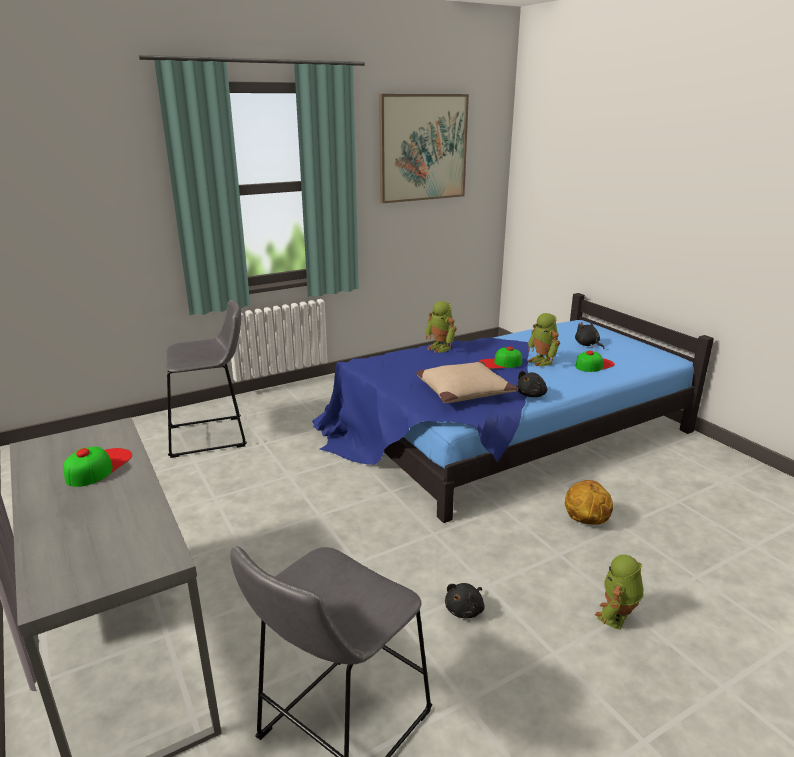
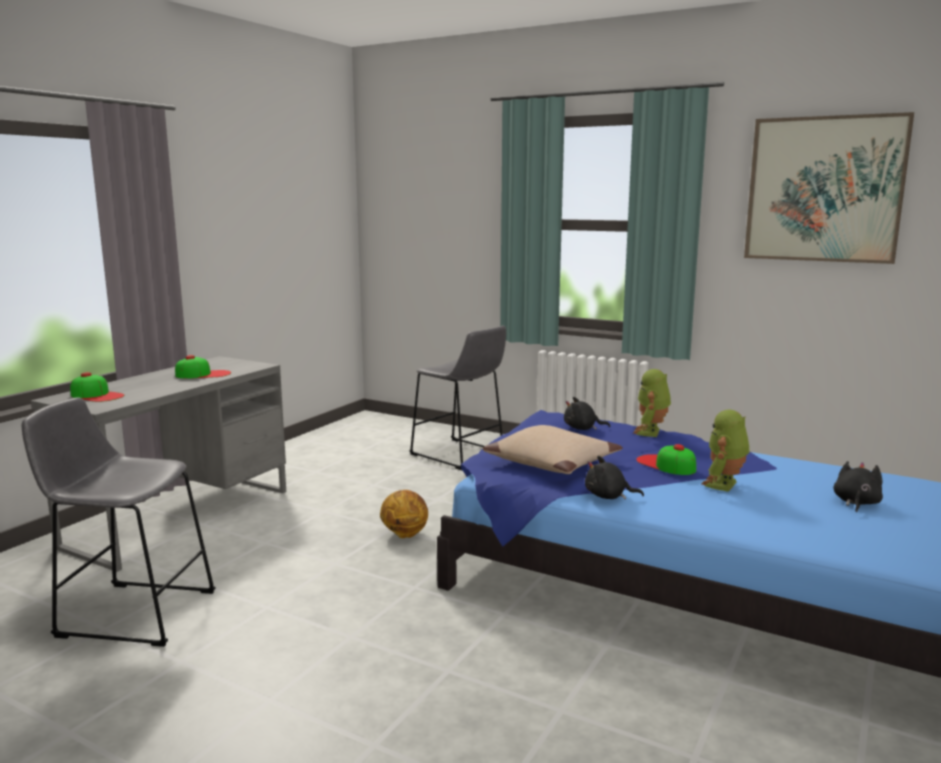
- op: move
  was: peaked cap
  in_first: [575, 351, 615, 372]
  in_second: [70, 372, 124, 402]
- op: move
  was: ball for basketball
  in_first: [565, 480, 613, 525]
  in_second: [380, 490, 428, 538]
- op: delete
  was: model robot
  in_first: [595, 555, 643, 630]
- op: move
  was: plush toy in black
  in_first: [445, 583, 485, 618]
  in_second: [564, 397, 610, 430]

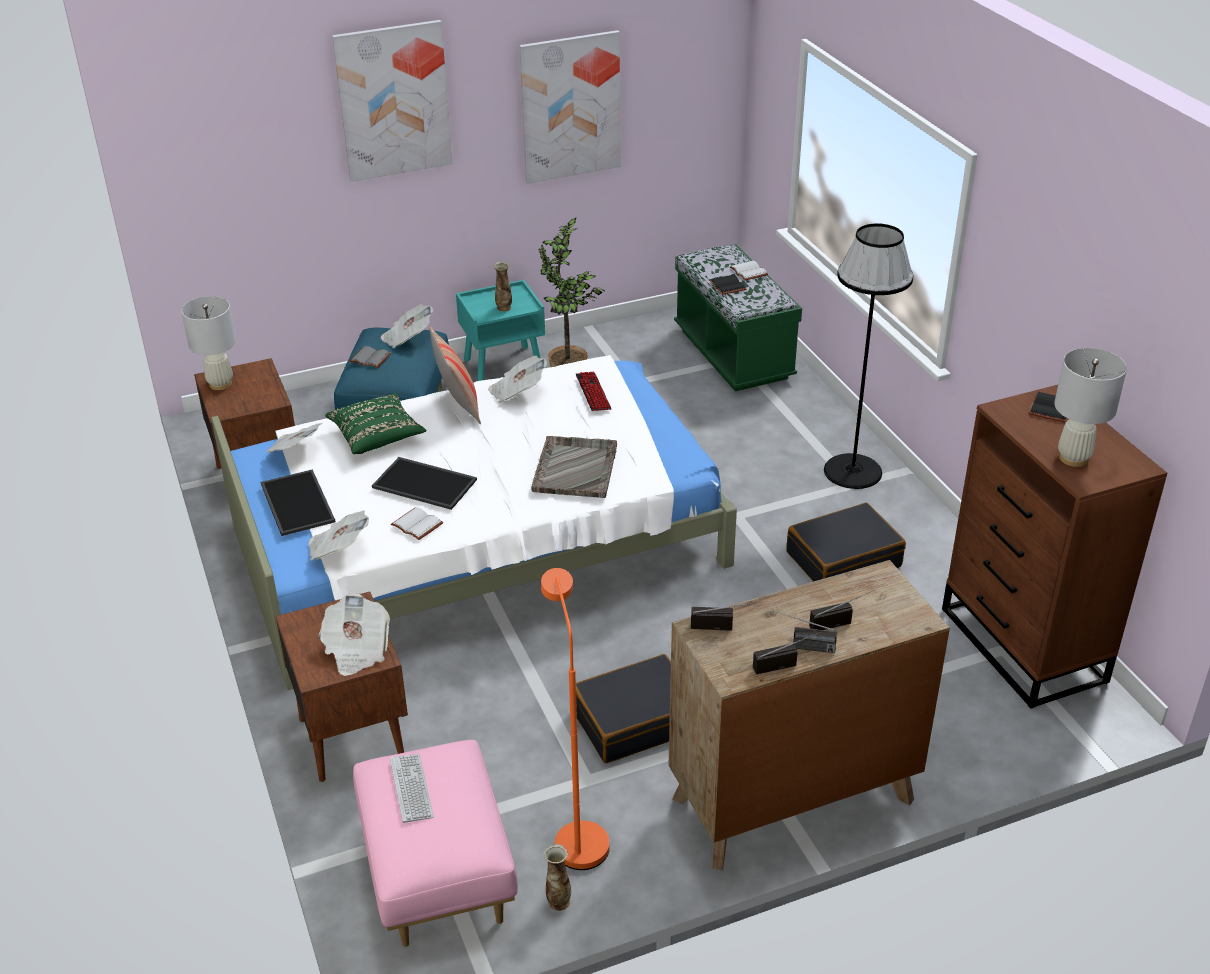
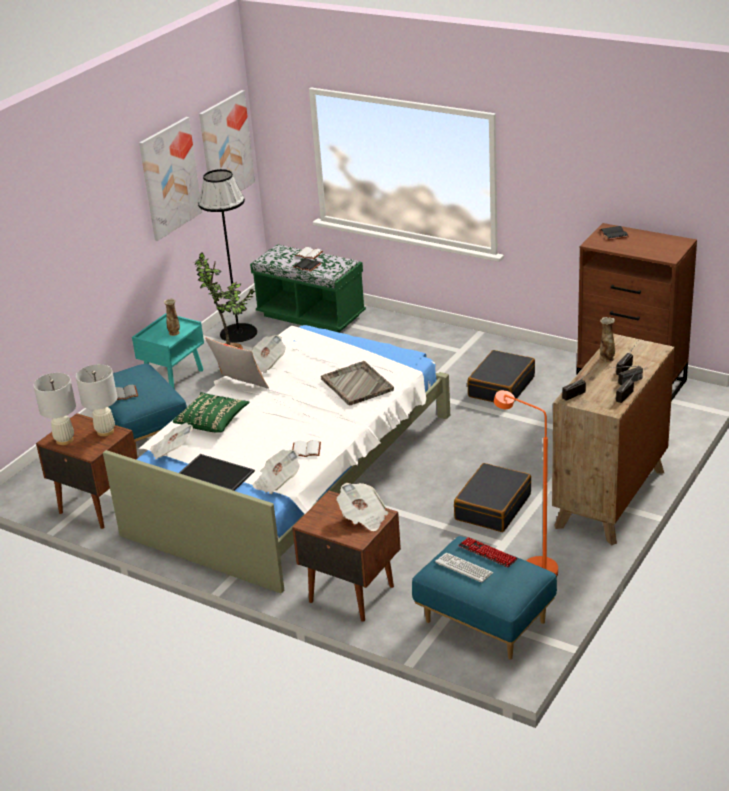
- op: move
  was: wall picture
  in_first: [332, 20, 453, 182]
  in_second: [199, 90, 255, 191]
- op: move
  was: standard lamp in black
  in_first: [824, 223, 914, 489]
  in_second: [198, 169, 257, 343]
- op: delete
  was: daily paper
  in_first: [380, 304, 433, 348]
- op: move
  was: table lamp in whitish
  in_first: [1054, 348, 1127, 467]
  in_second: [76, 364, 117, 436]
- op: move
  was: PC keyboard
  in_first: [576, 371, 611, 411]
  in_second: [458, 537, 518, 567]
- op: delete
  was: tray
  in_first: [372, 457, 477, 510]
- op: recolor
  was: ottoman in pink-coloured
  now: ottoman in blue-coloured
  in_first: [353, 740, 518, 947]
  in_second: [412, 536, 557, 659]
- op: move
  was: decorative vase
  in_first: [544, 844, 571, 911]
  in_second: [600, 317, 615, 362]

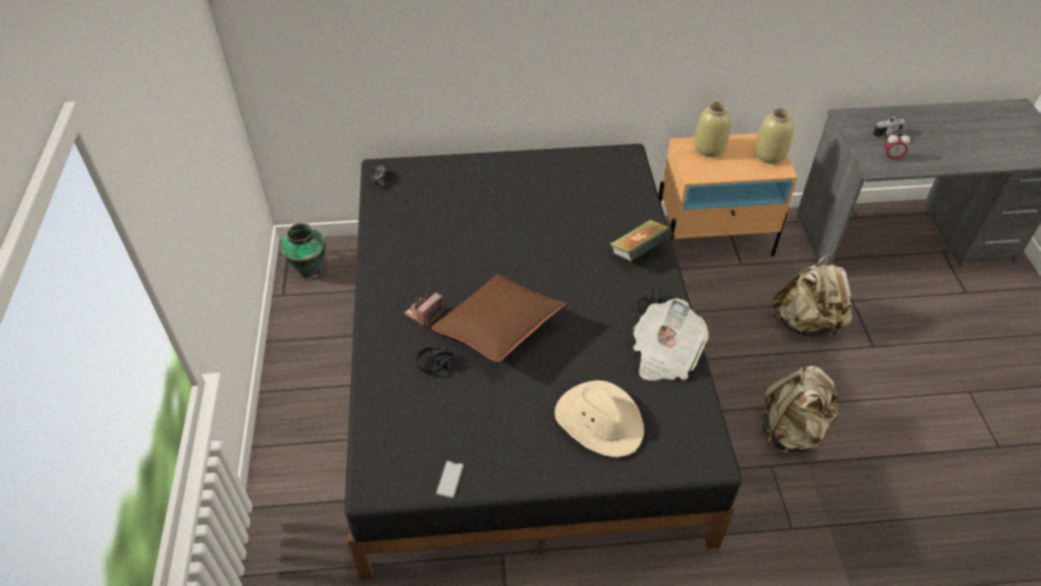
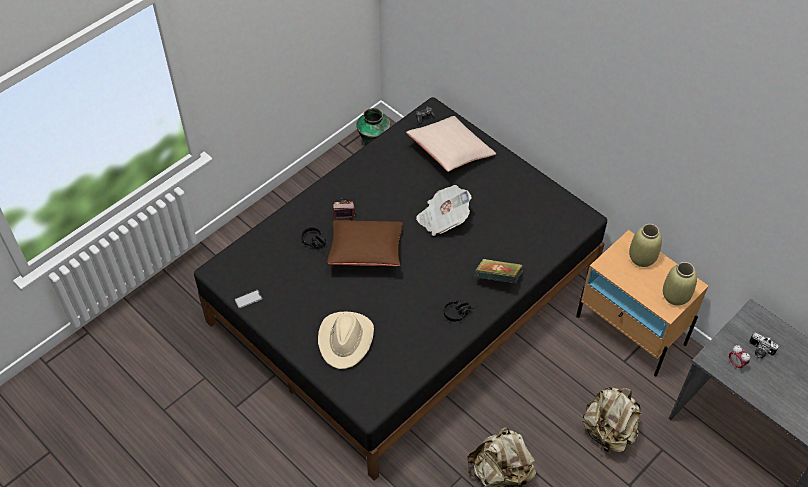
- op: move
  was: daily paper
  in_first: [633, 298, 709, 380]
  in_second: [416, 185, 472, 236]
- op: insert
  now: throw pillow in sand-coloured
  in_second: [406, 116, 496, 172]

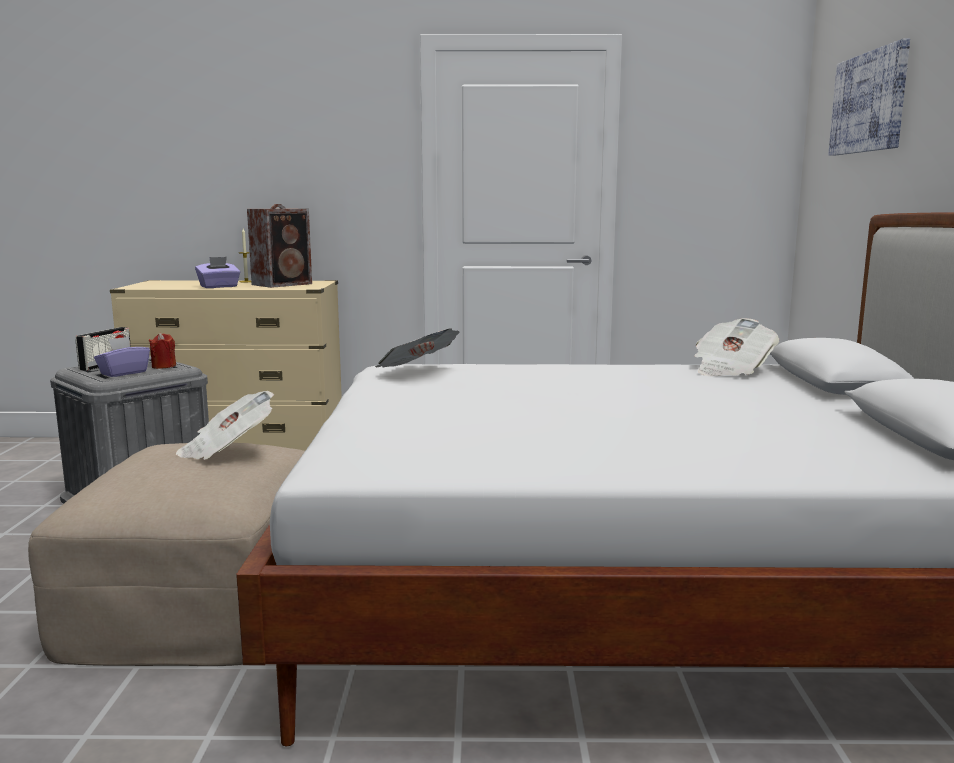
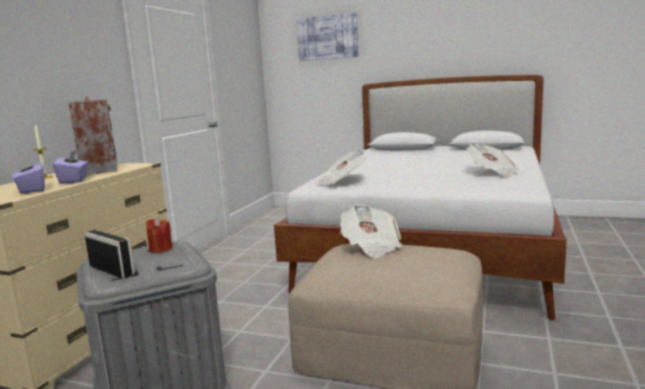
- op: move
  was: daily paper
  in_first: [695, 318, 779, 376]
  in_second: [467, 143, 519, 177]
- op: move
  was: box of tissues in purplish
  in_first: [94, 337, 150, 377]
  in_second: [12, 158, 45, 194]

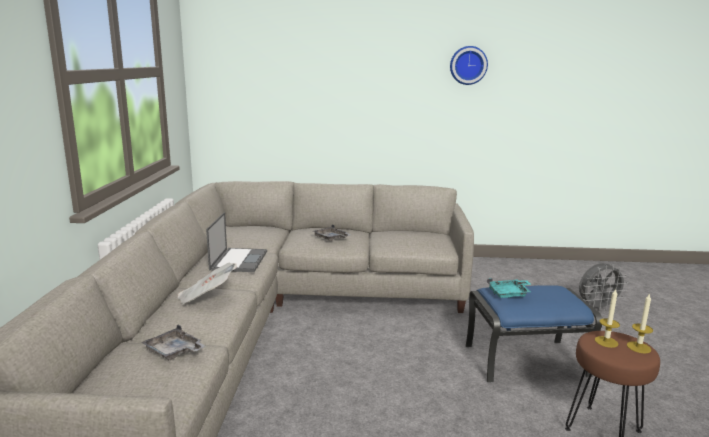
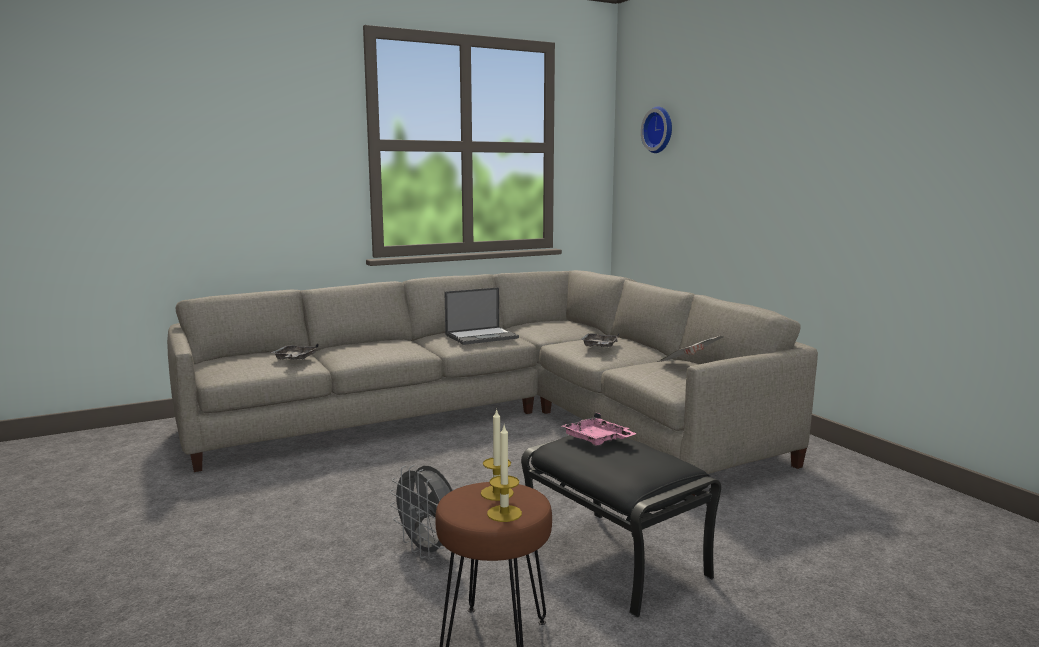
- op: move
  was: clock on the wall
  in_first: [450, 46, 488, 85]
  in_second: [641, 107, 672, 153]
- op: move
  was: daily paper
  in_first: [177, 262, 237, 305]
  in_second: [657, 336, 724, 362]
- op: move
  was: fan in grey
  in_first: [579, 263, 628, 311]
  in_second: [390, 465, 453, 559]
- op: recolor
  was: tray in turquoise
  now: tray in pink-coloured
  in_first: [487, 278, 532, 298]
  in_second: [562, 413, 637, 446]
- op: recolor
  was: ottoman in blue-coloured
  now: ottoman in black
  in_first: [466, 285, 602, 383]
  in_second: [521, 435, 721, 618]

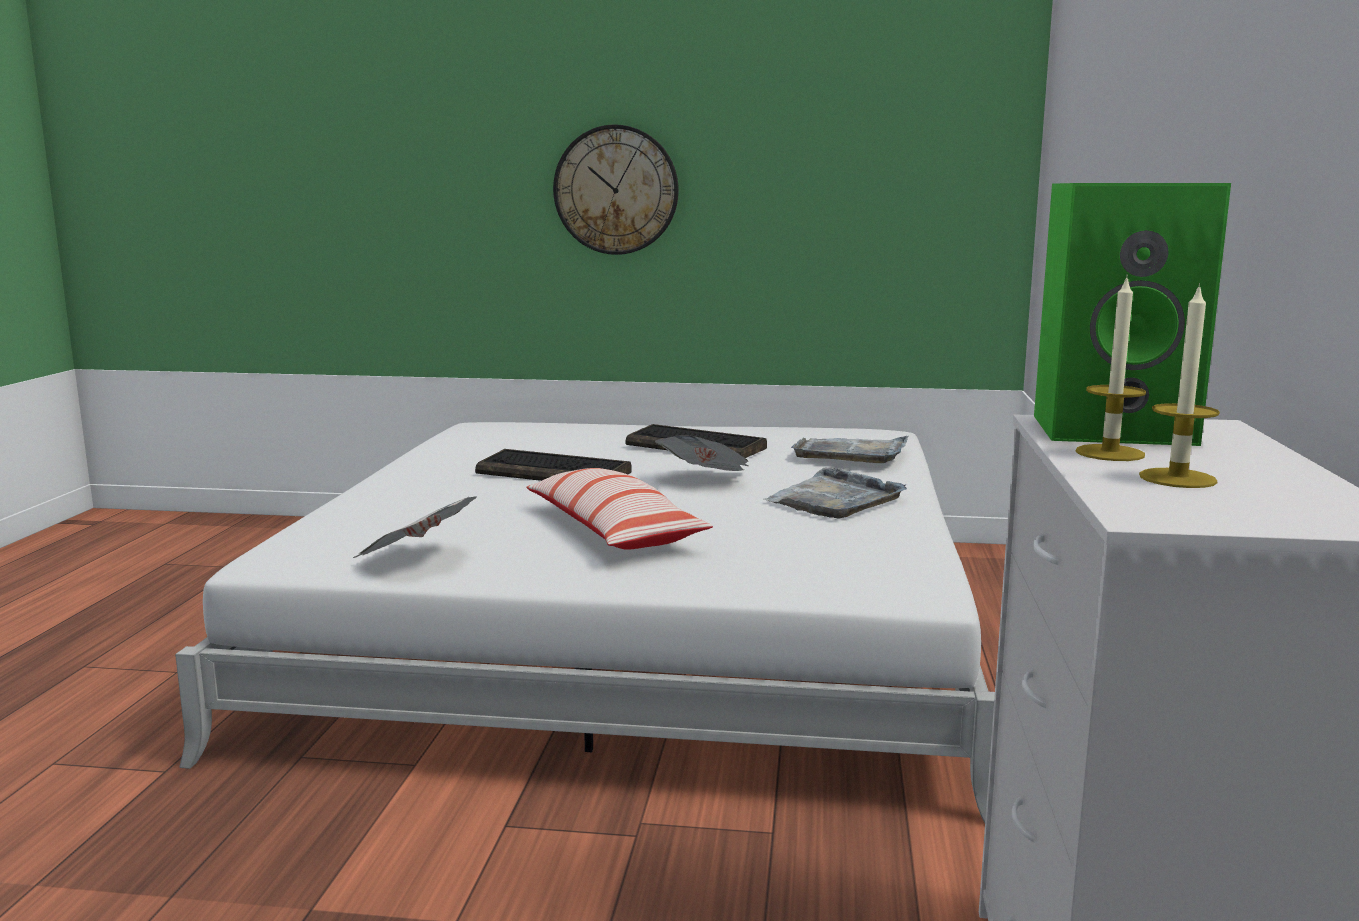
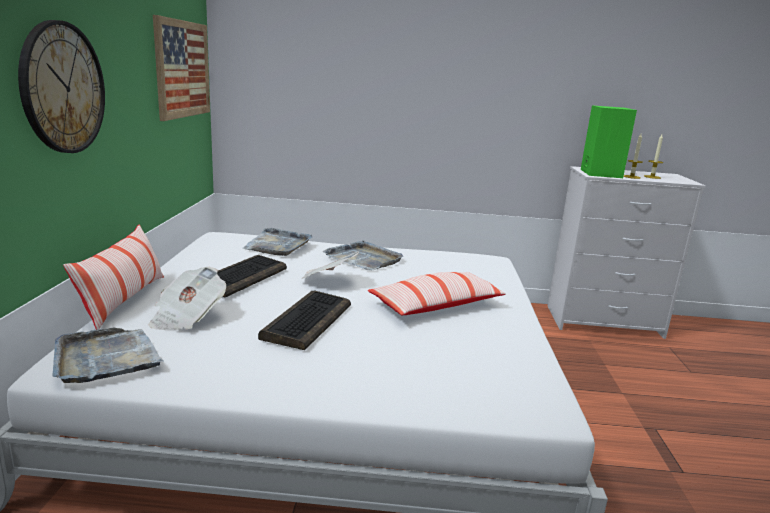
- op: move
  was: daily paper
  in_first: [353, 496, 477, 558]
  in_second: [149, 267, 226, 330]
- op: insert
  now: wall picture
  in_second: [153, 15, 210, 121]
- op: insert
  now: throw pillow
  in_second: [63, 224, 164, 330]
- op: insert
  now: tray in grey
  in_second: [53, 328, 164, 383]

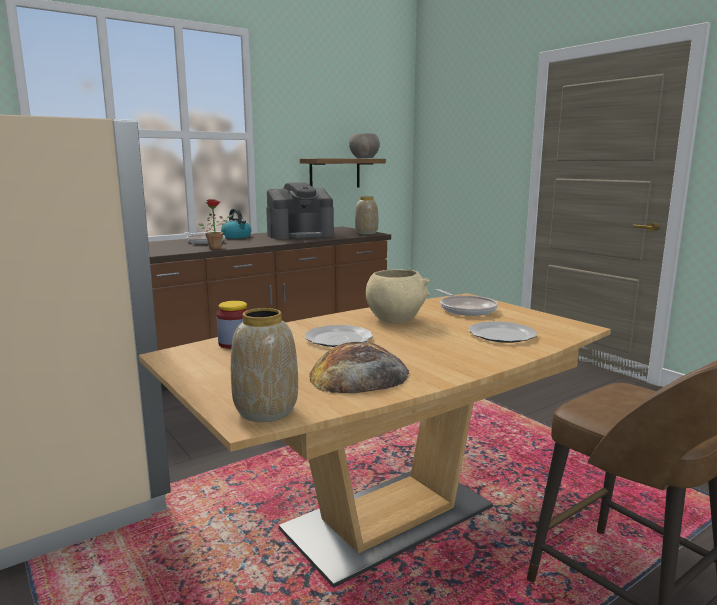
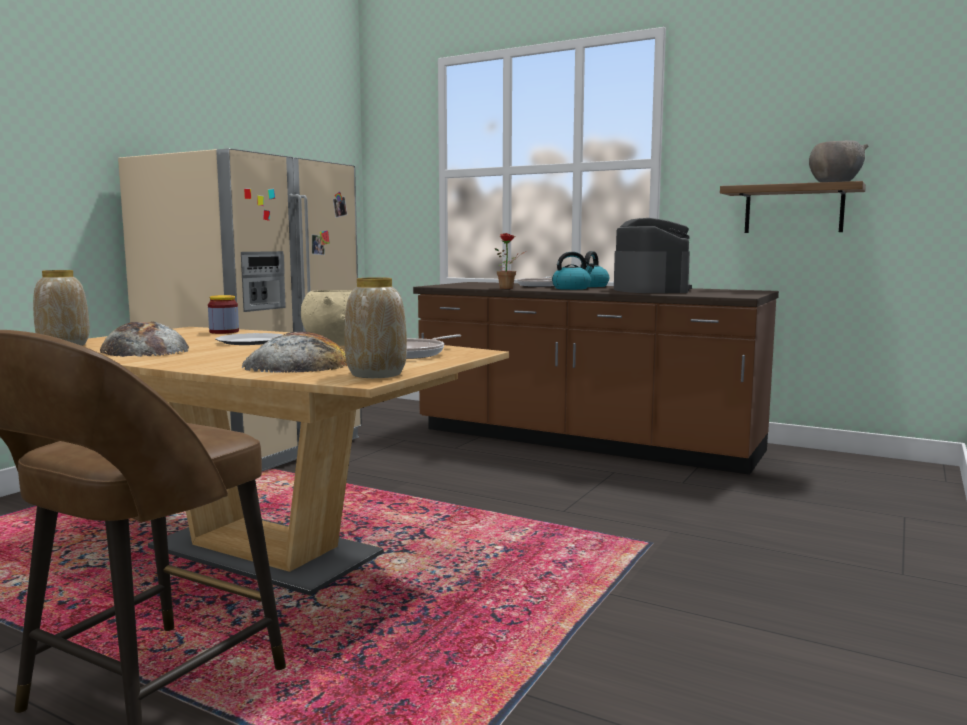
- op: rotate
  was: coffee maker
  in_first: [266, 182, 334, 239]
  in_second: [614, 218, 692, 293]
  clockwise: -135
- op: move
  was: decorative vase
  in_first: [355, 196, 378, 235]
  in_second: [345, 277, 407, 378]
- op: replace
  was: plate
  now: baked bread
  in_first: [468, 321, 537, 343]
  in_second: [241, 332, 347, 373]
- op: insert
  now: water kettle
  in_second: [552, 252, 594, 290]

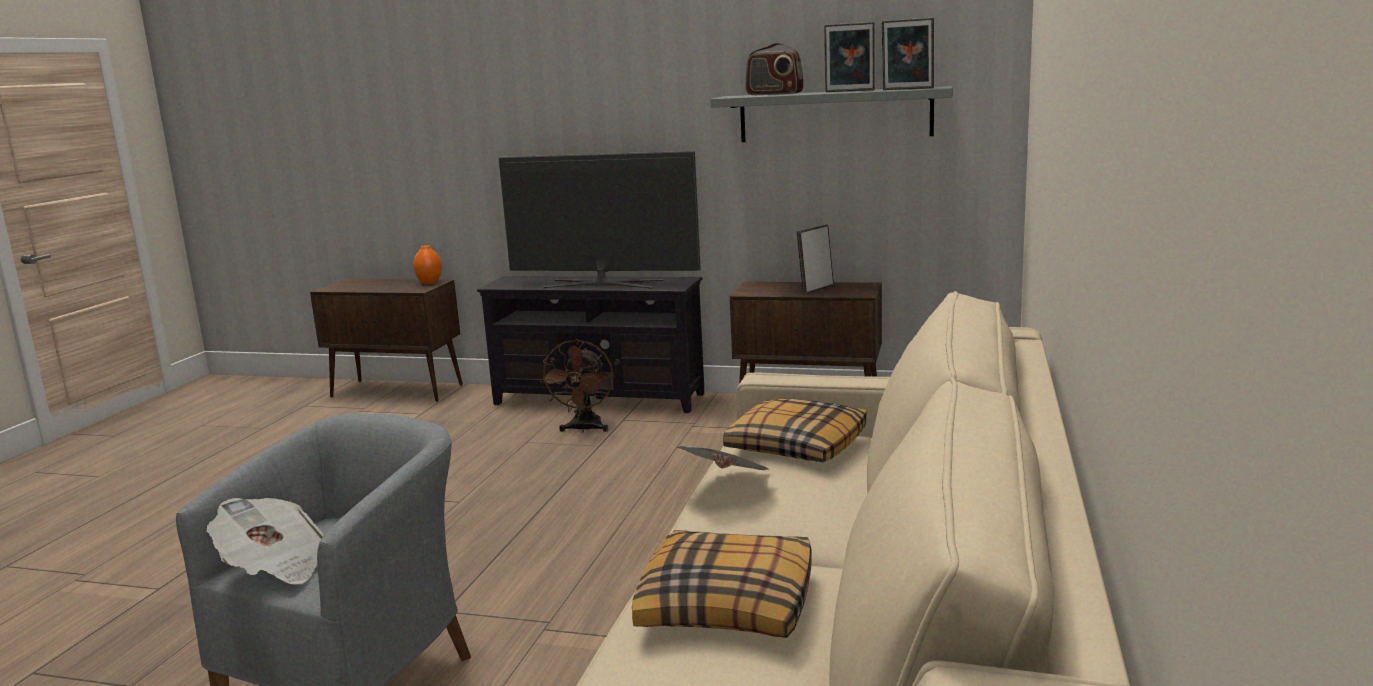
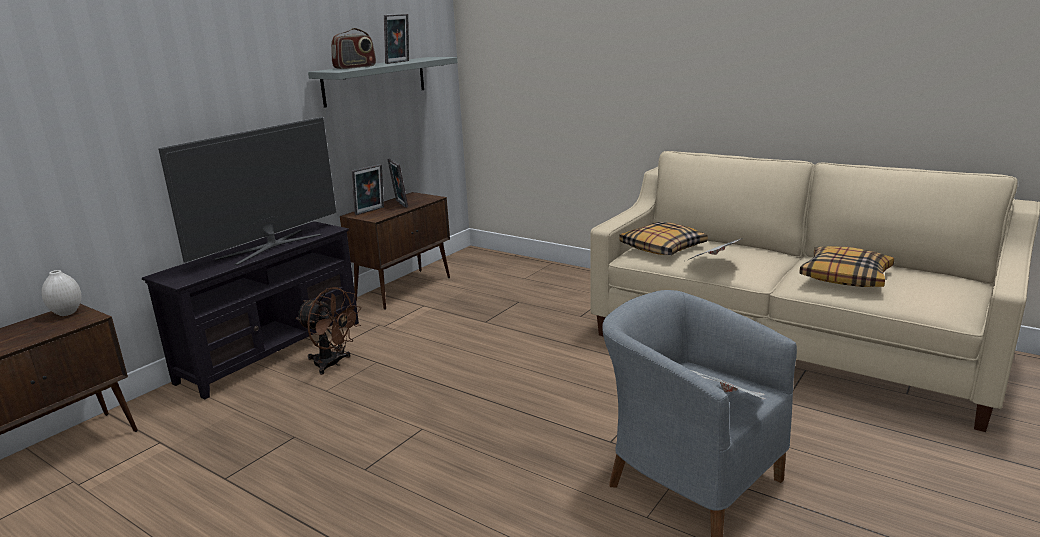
- op: move
  was: standing frame
  in_first: [882, 18, 934, 90]
  in_second: [352, 164, 384, 215]
- op: recolor
  was: decorative vase in orange-coloured
  now: decorative vase in whitish
  in_first: [413, 245, 442, 285]
  in_second: [41, 270, 82, 316]

